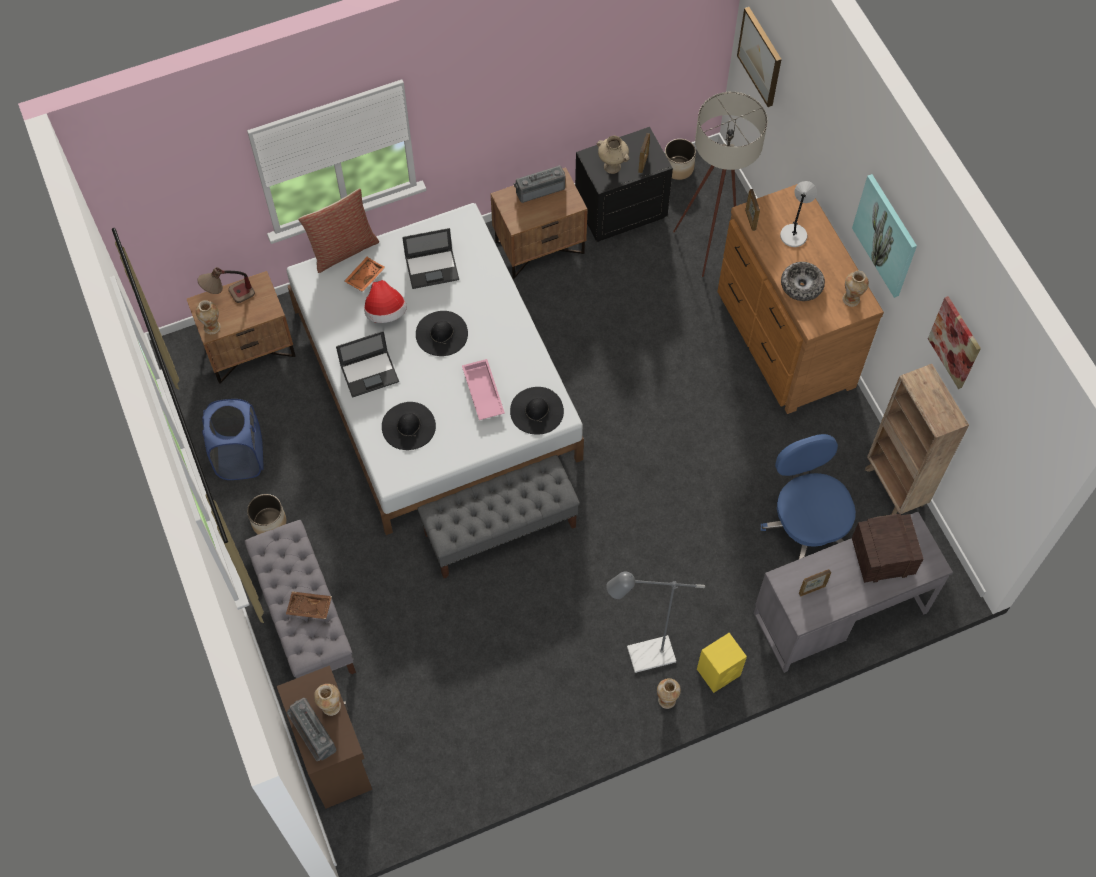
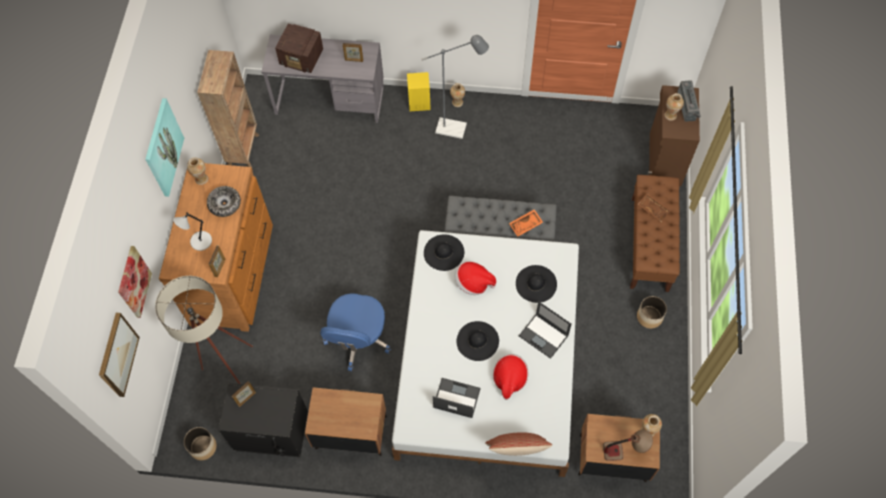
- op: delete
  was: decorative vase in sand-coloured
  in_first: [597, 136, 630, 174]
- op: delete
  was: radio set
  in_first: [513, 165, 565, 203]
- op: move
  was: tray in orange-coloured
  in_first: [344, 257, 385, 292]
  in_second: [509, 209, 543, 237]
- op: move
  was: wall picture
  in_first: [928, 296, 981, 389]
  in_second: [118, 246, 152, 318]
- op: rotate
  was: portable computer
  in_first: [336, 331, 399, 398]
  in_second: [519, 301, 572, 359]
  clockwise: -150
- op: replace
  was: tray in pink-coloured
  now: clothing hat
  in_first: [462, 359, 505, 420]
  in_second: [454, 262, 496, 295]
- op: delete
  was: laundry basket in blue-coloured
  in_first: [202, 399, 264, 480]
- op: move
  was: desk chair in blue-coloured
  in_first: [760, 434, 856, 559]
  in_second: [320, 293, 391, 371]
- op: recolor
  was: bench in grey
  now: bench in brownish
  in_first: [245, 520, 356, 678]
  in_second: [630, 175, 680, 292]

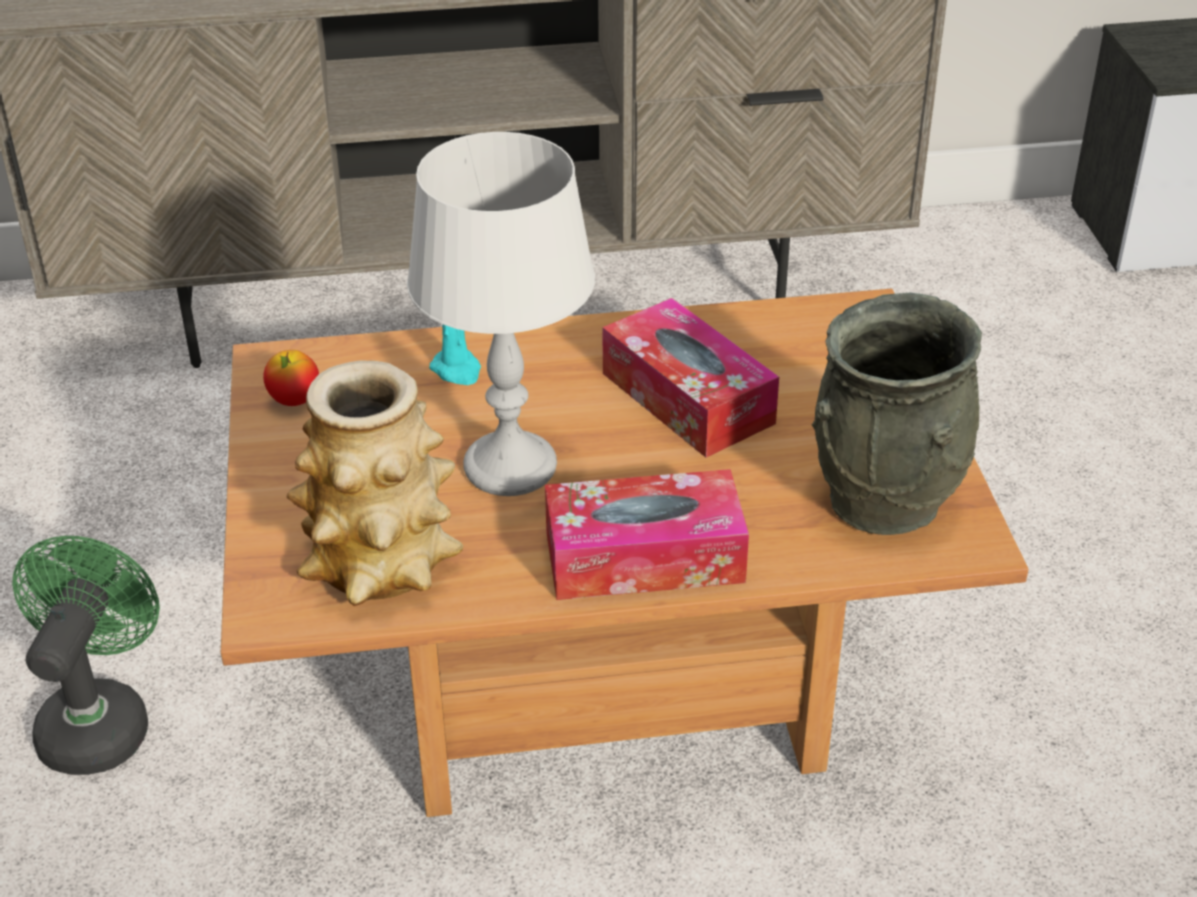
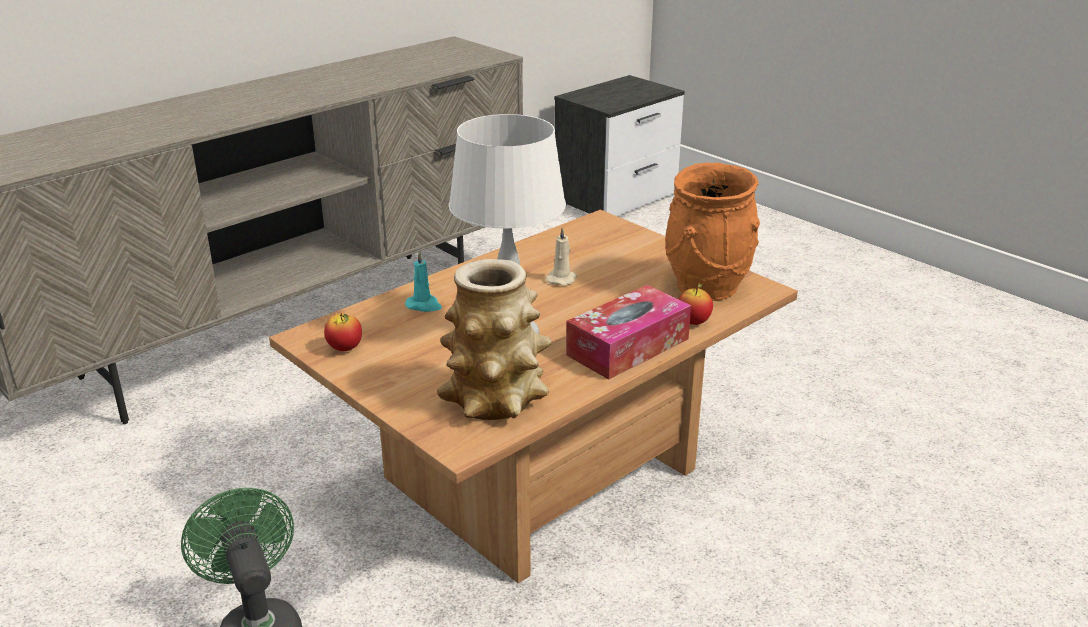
- op: recolor
  was: decorative vase in grey
  now: decorative vase in orange-coloured
  in_first: [812, 293, 982, 535]
  in_second: [665, 162, 760, 301]
- op: replace
  was: box of tissues
  now: wax light in sand-coloured
  in_first: [603, 298, 779, 458]
  in_second: [546, 227, 577, 286]
- op: insert
  now: apple fruit
  in_second: [679, 283, 713, 325]

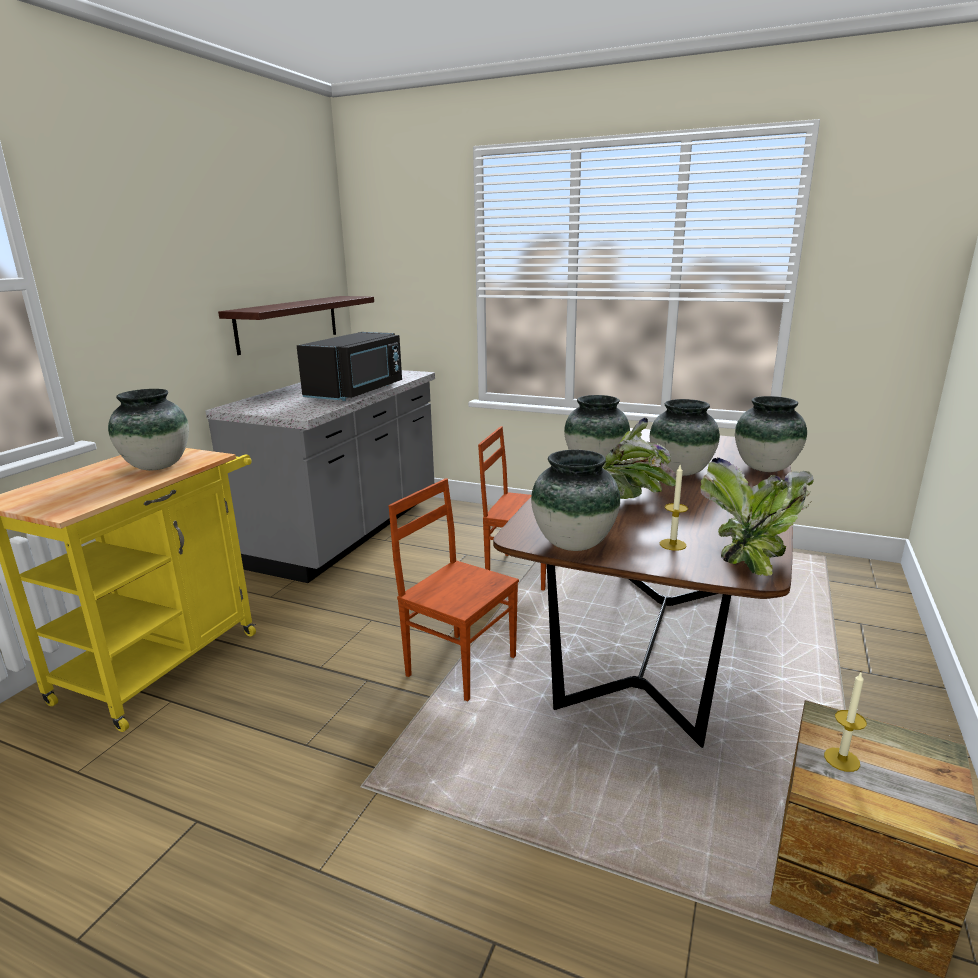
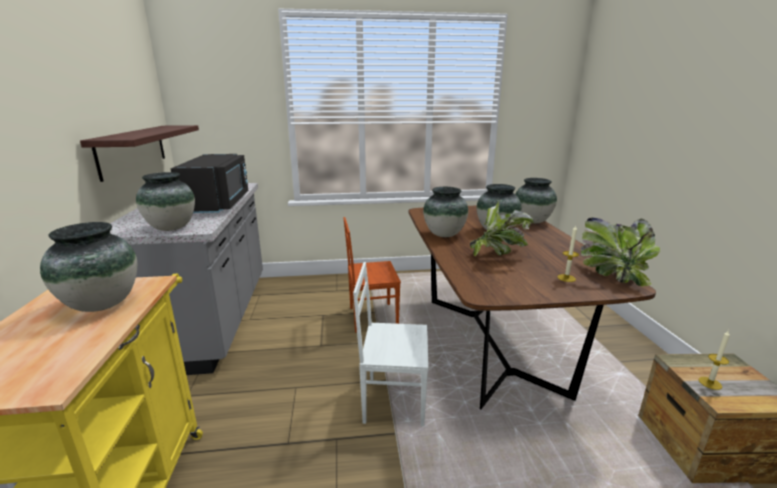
- op: move
  was: decorative vase
  in_first: [531, 450, 620, 551]
  in_second: [136, 172, 195, 231]
- op: recolor
  was: chair in brownish
  now: chair in whitish
  in_first: [388, 478, 519, 702]
  in_second: [353, 262, 429, 426]

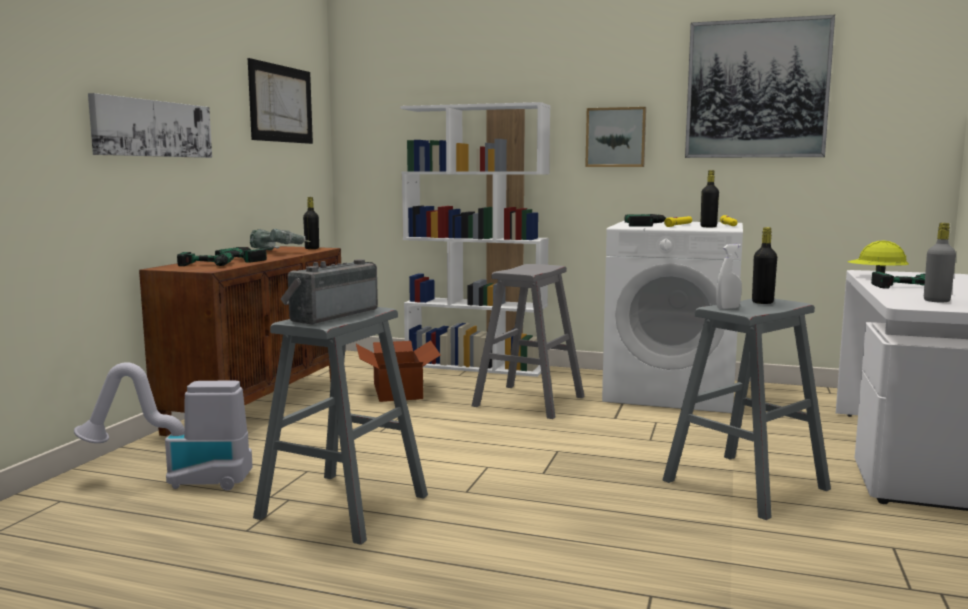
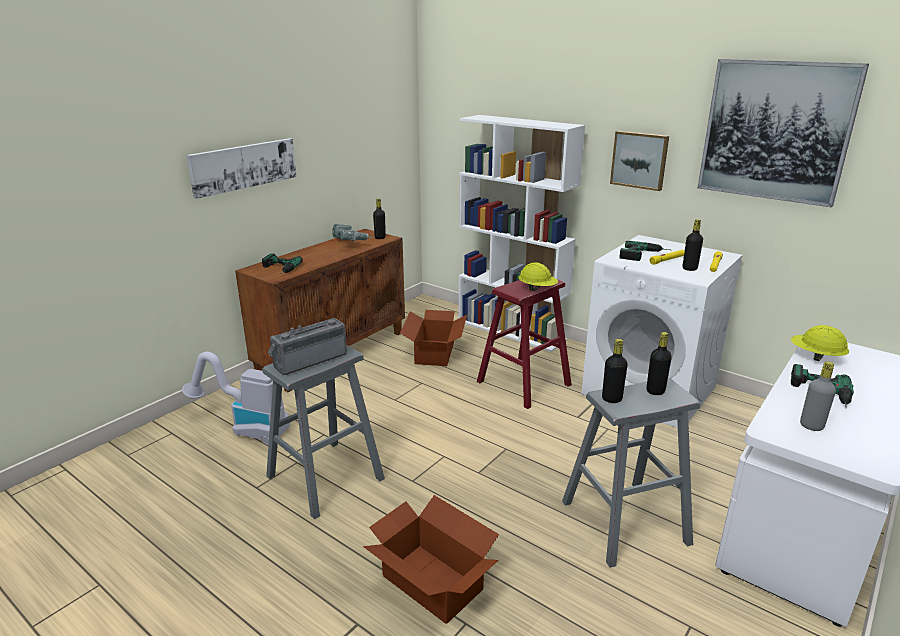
- op: delete
  was: wall picture
  in_first: [248, 58, 313, 144]
- op: replace
  was: hand sprayer in whitish
  now: bottle in black
  in_first: [716, 244, 742, 309]
  in_second: [602, 339, 628, 403]
- op: delete
  was: power drill
  in_first: [215, 247, 267, 263]
- op: recolor
  was: sitting stool in grey
  now: sitting stool in reddish
  in_first: [472, 264, 584, 419]
  in_second: [477, 279, 572, 409]
- op: insert
  now: work helmet in yellow-coloured
  in_second: [519, 262, 558, 291]
- op: insert
  now: cardboard box
  in_second: [363, 495, 499, 624]

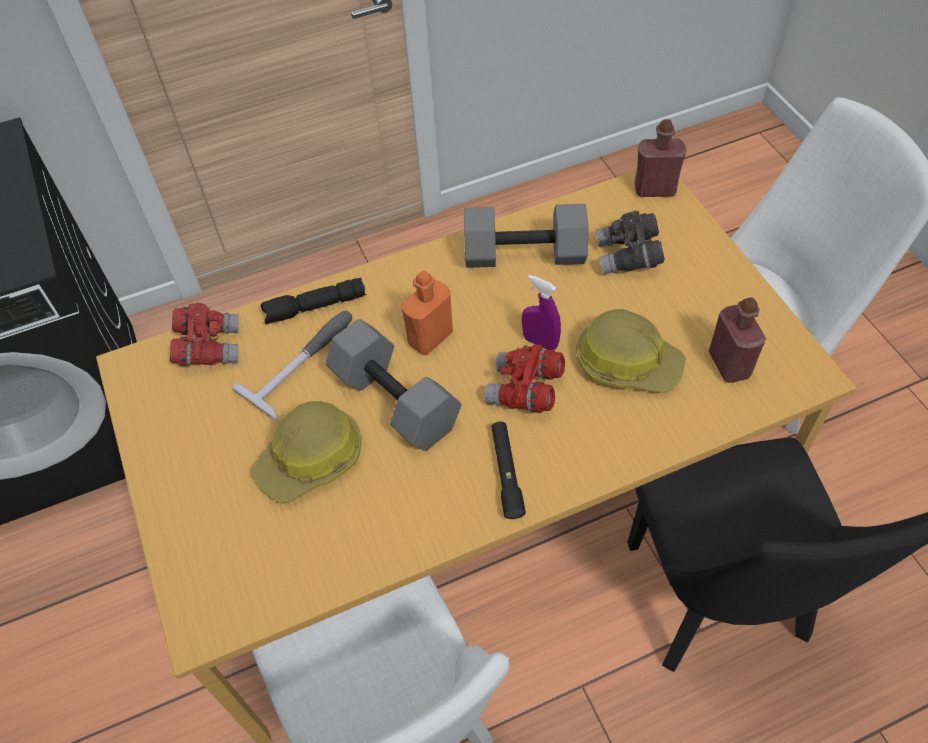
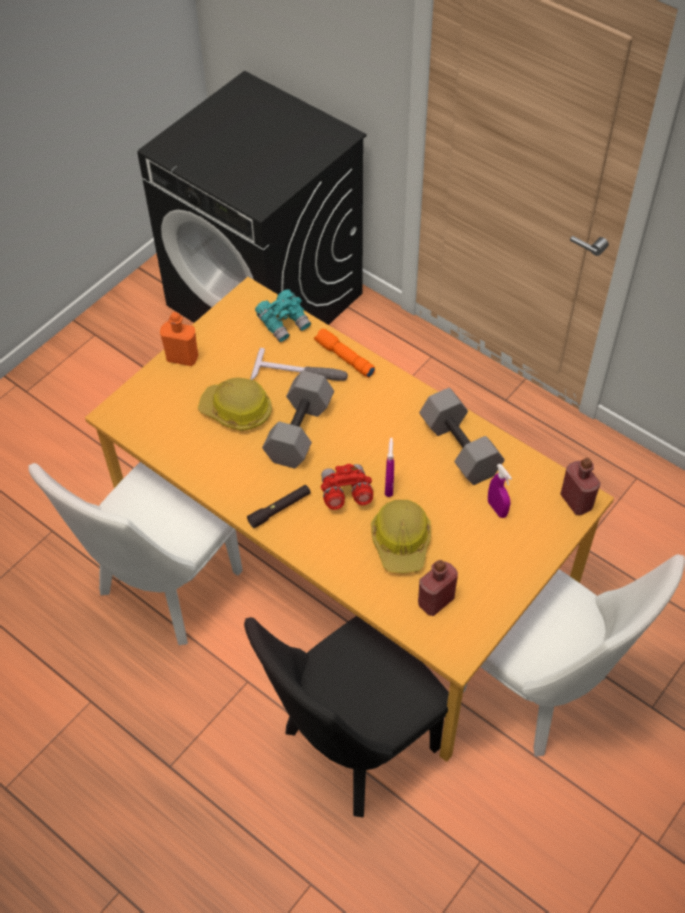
- op: replace
  was: field glasses in grey
  now: hand sprayer in purplish
  in_first: [596, 211, 665, 274]
  in_second: [488, 464, 512, 518]
- op: move
  was: bottle in orange-coloured
  in_first: [401, 270, 453, 354]
  in_second: [160, 312, 199, 366]
- op: recolor
  was: hand torch in black
  now: hand torch in orange-coloured
  in_first: [261, 278, 366, 324]
  in_second: [314, 329, 375, 378]
- op: recolor
  was: field glasses in reddish
  now: field glasses in turquoise
  in_first: [170, 303, 239, 366]
  in_second: [255, 290, 311, 342]

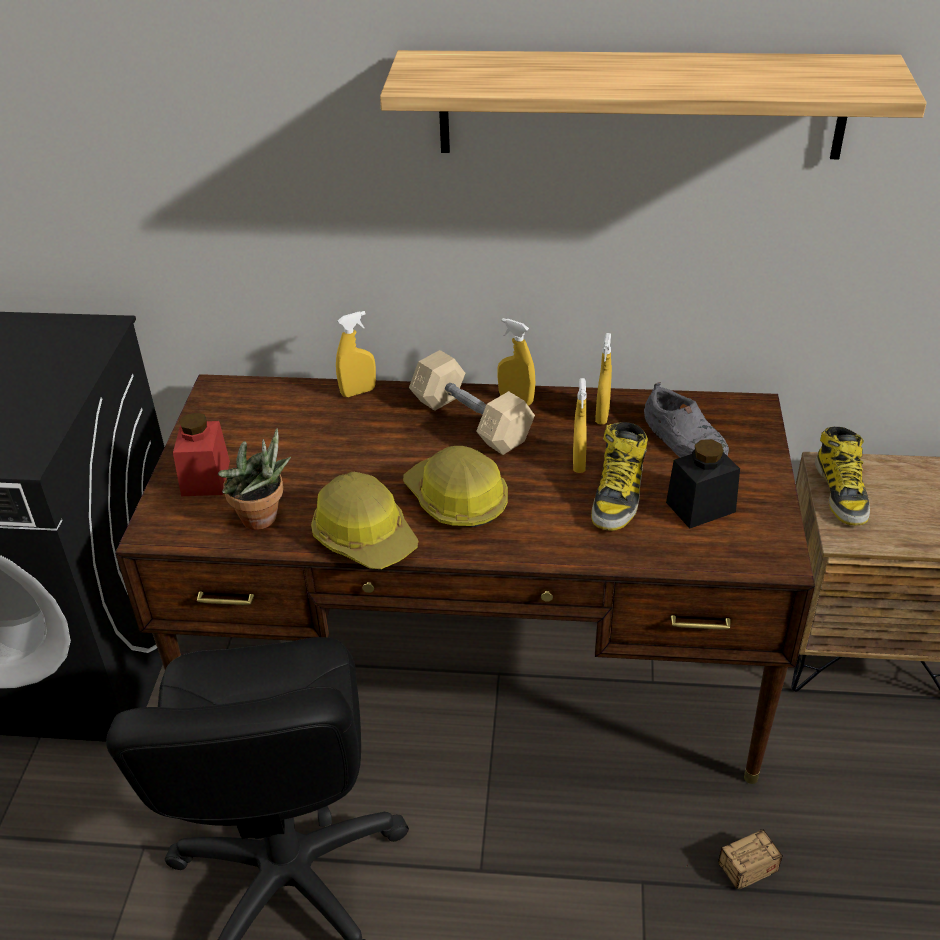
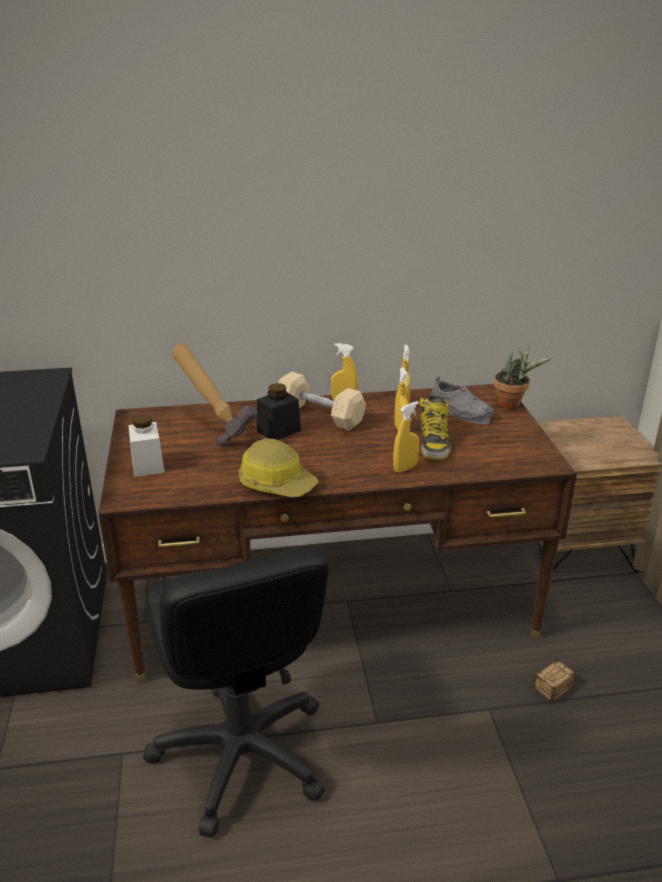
- op: delete
  was: bracket shelf
  in_first: [380, 50, 927, 159]
- op: move
  was: hand sprayer in yellow-coloured
  in_first: [336, 311, 376, 397]
  in_second: [393, 401, 419, 473]
- op: recolor
  was: storage jar in reddish
  now: storage jar in whitish
  in_first: [173, 412, 230, 496]
  in_second: [128, 415, 165, 477]
- op: delete
  was: boot
  in_first: [815, 427, 870, 526]
- op: move
  was: potted plant
  in_first: [218, 428, 291, 530]
  in_second: [494, 346, 551, 409]
- op: move
  was: storage jar in black
  in_first: [666, 439, 740, 529]
  in_second: [257, 383, 301, 440]
- op: delete
  was: work helmet
  in_first: [403, 446, 508, 527]
- op: insert
  now: hand hammer
  in_second: [171, 343, 257, 447]

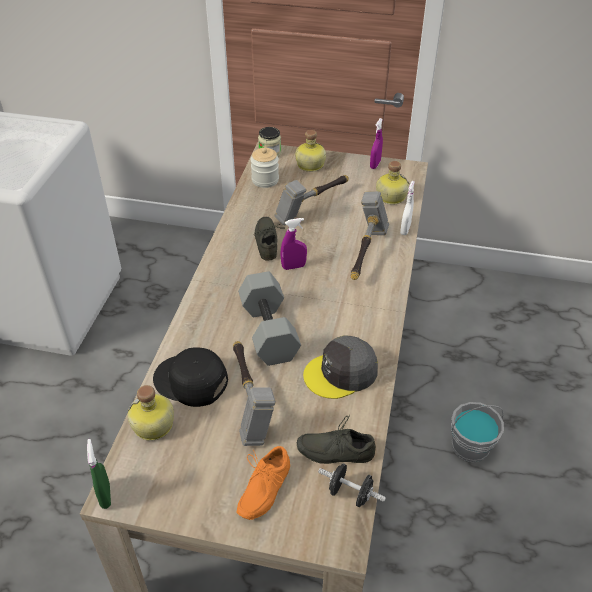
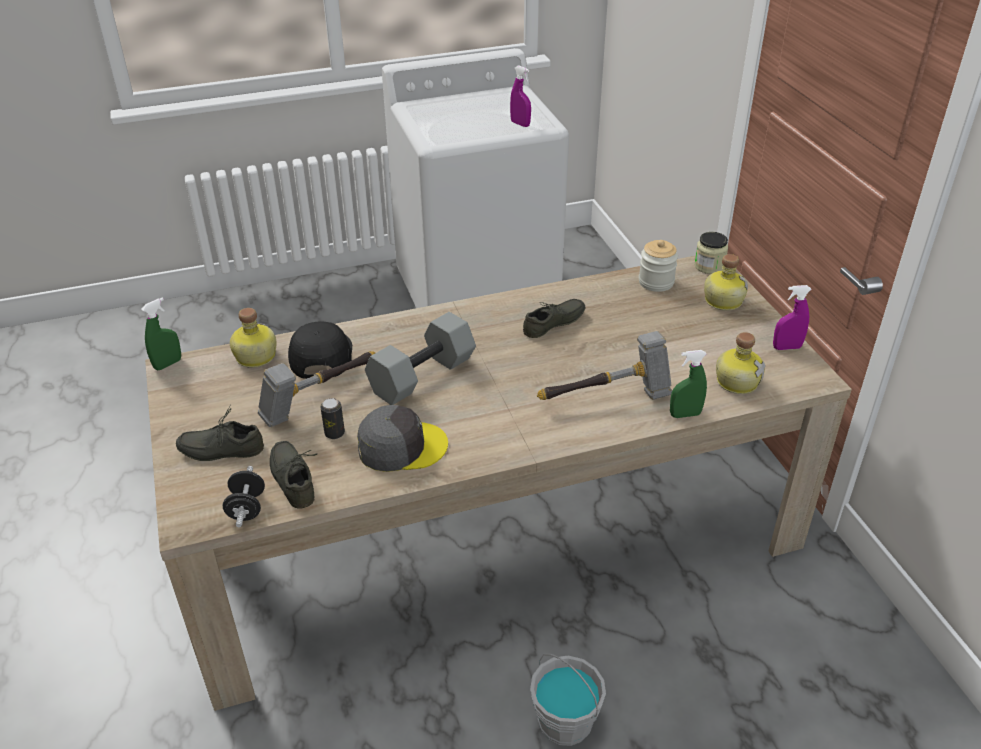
- op: delete
  was: hand hammer
  in_first: [274, 175, 349, 225]
- op: recolor
  was: hand sprayer in whitish
  now: hand sprayer in greenish
  in_first: [400, 181, 415, 235]
  in_second: [670, 350, 707, 418]
- op: move
  was: hand sprayer in purplish
  in_first: [280, 218, 307, 270]
  in_second: [510, 65, 531, 127]
- op: rotate
  was: peaked cap in grey
  in_first: [303, 335, 378, 399]
  in_second: [357, 405, 448, 472]
  clockwise: 135
- op: recolor
  was: item of footwear in orange-coloured
  now: item of footwear in grey
  in_first: [236, 446, 290, 520]
  in_second: [176, 405, 264, 461]
- op: insert
  now: metal can
  in_second: [320, 398, 345, 439]

